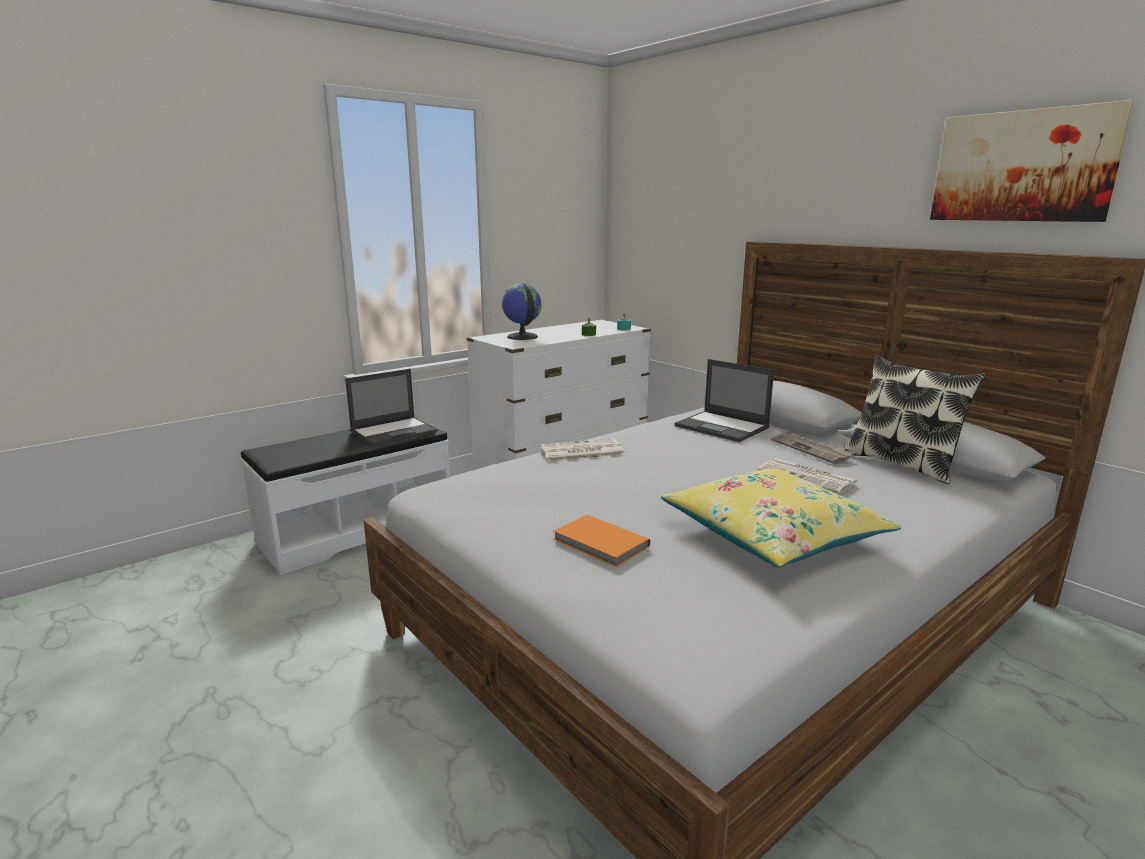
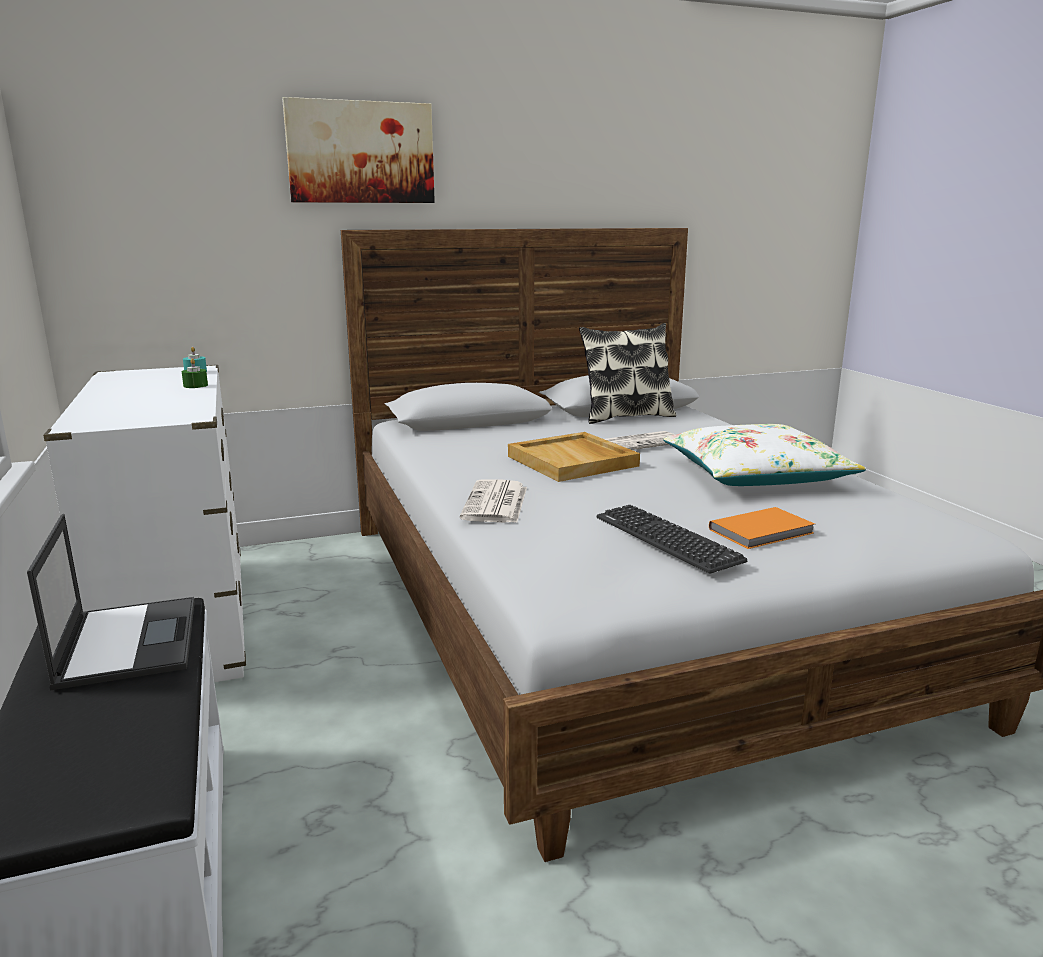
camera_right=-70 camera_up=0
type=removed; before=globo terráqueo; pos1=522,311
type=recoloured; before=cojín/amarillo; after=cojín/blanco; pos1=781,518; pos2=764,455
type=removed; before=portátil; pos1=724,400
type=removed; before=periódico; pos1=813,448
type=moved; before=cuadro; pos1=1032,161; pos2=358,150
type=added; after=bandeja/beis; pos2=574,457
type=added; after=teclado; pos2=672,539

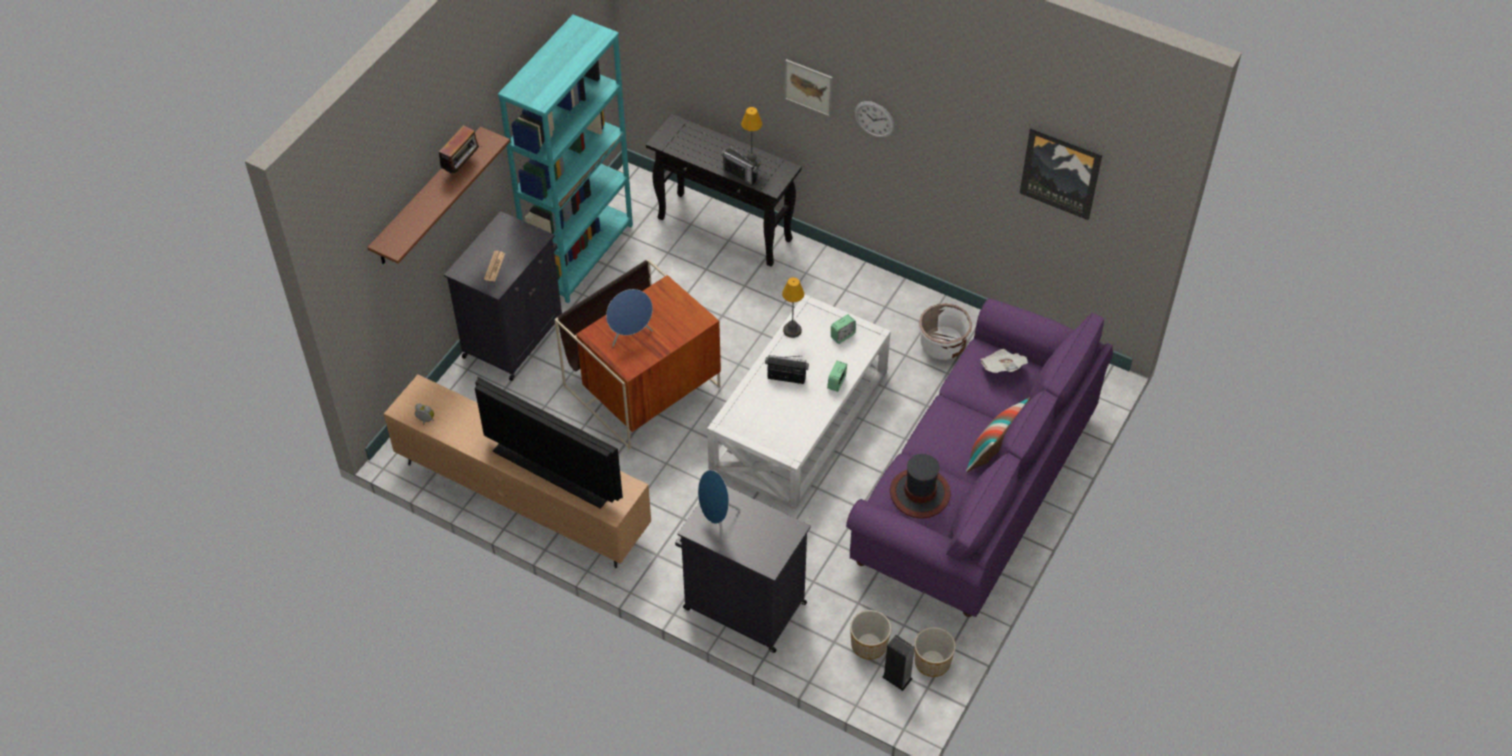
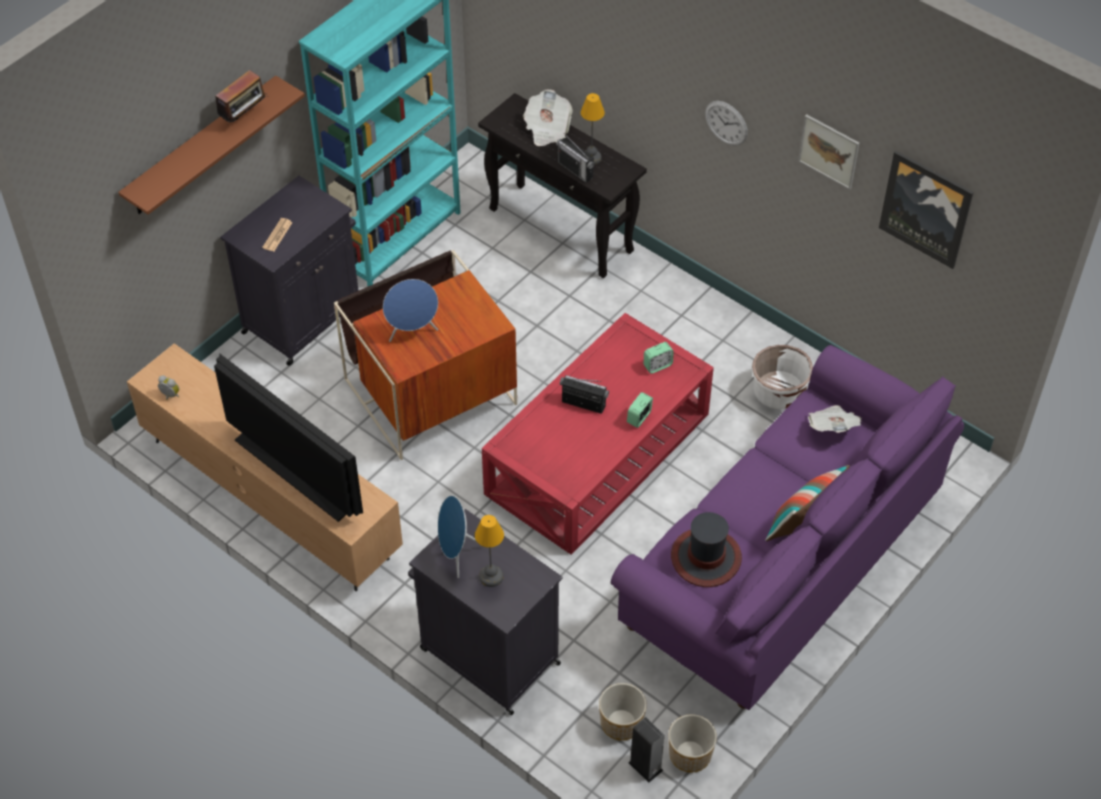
camera_right=10 camera_up=0
type=recoloured; before=mesa de centro/blanco; after=mesa de centro/rojo; pos1=799,401; pos2=598,434
type=moved; before=lámpara de mesa; pos1=793,307; pos2=489,551
type=moved; before=cuadro; pos1=809,88; pos2=829,152
type=added; after=periódico; pos2=548,118

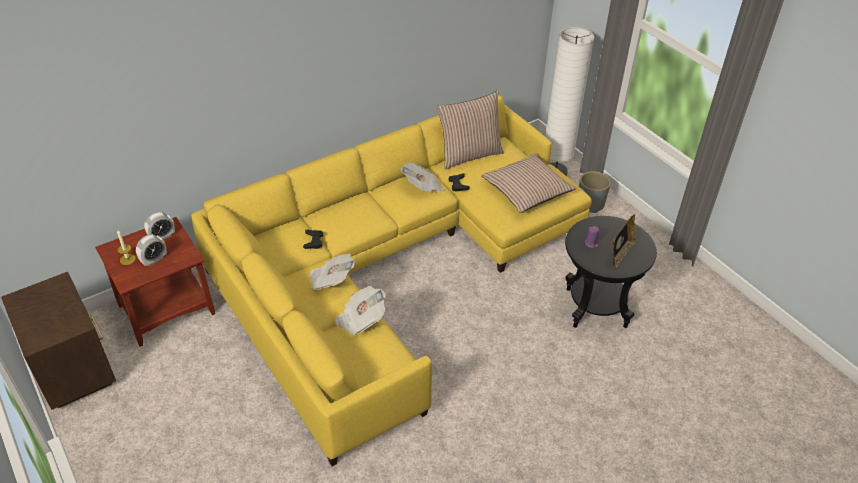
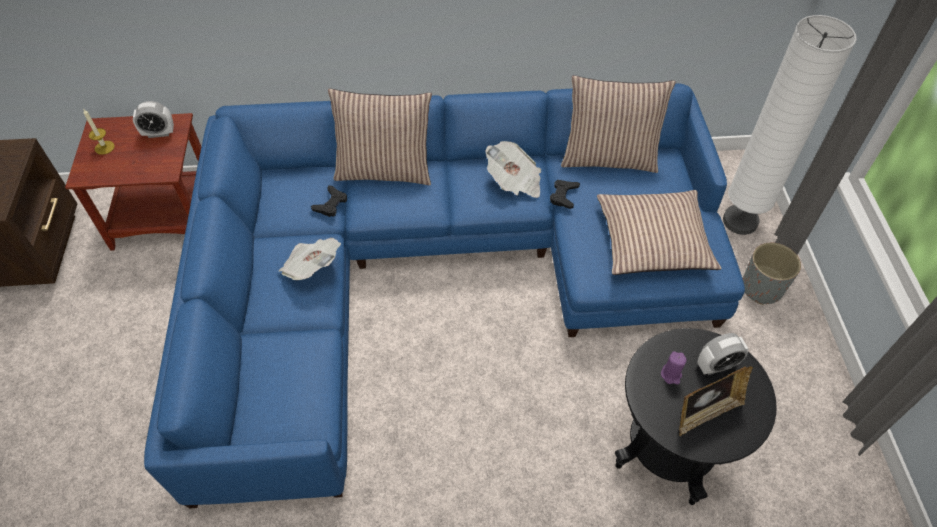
camera_right=30 camera_up=10
type=moved; before=despertador; pos1=151,250; pos2=723,354
type=recoloured; before=sofá/amarillo; after=sofá/azul; pos1=391,280; pos2=444,295
type=removed; before=periódico; pos1=360,311
type=added; after=cojín; pos2=380,136

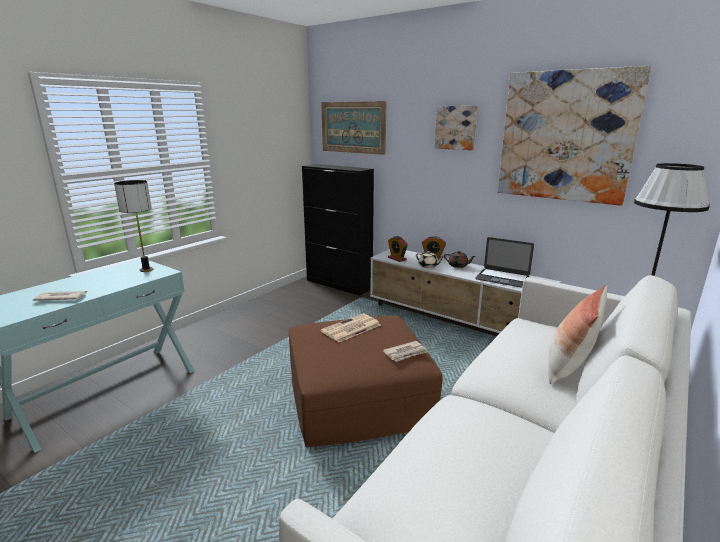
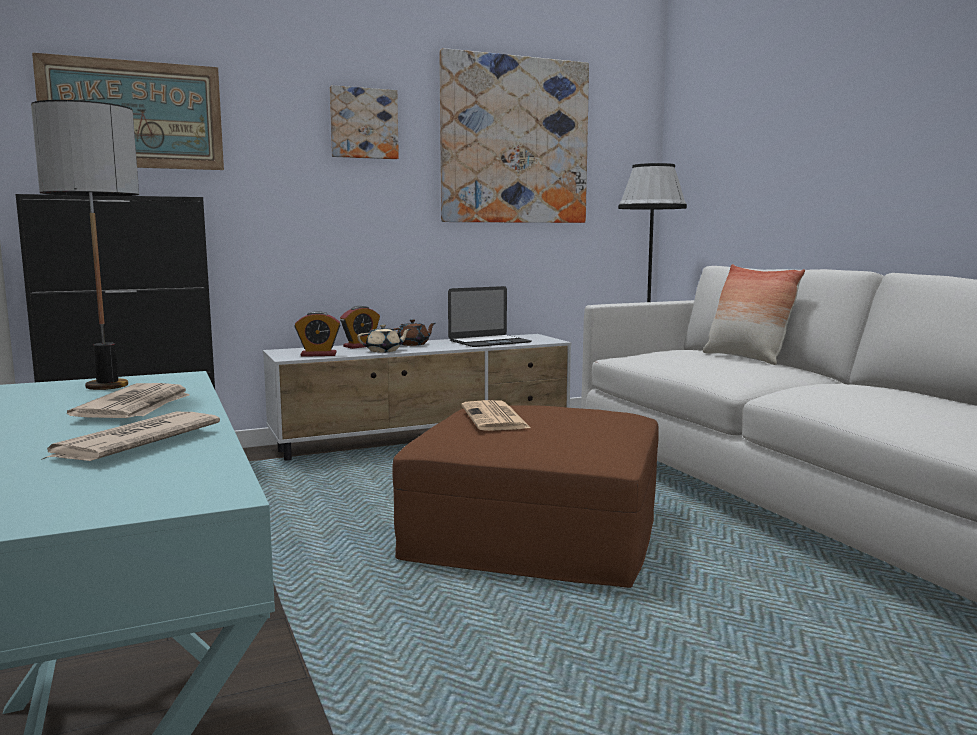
camera_right=-60 camera_up=-10
type=moved; before=periódico; pos1=405,351; pos2=128,400

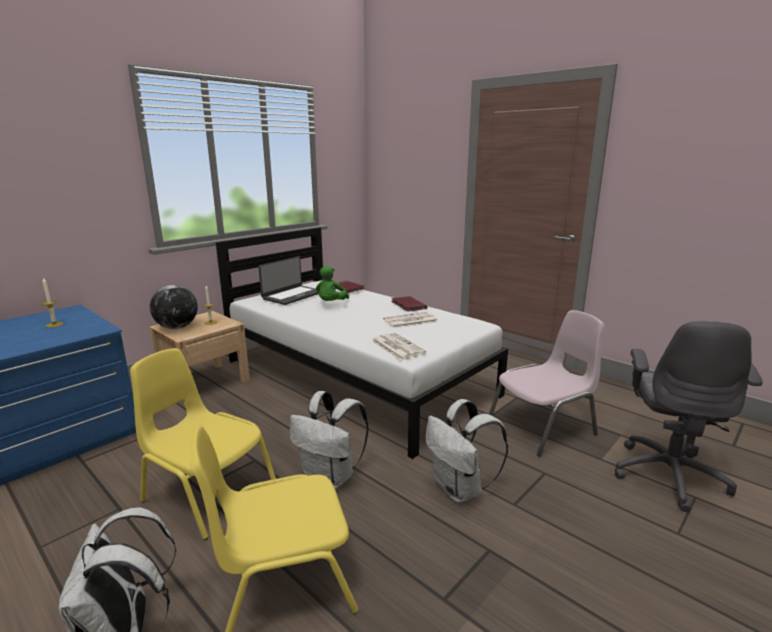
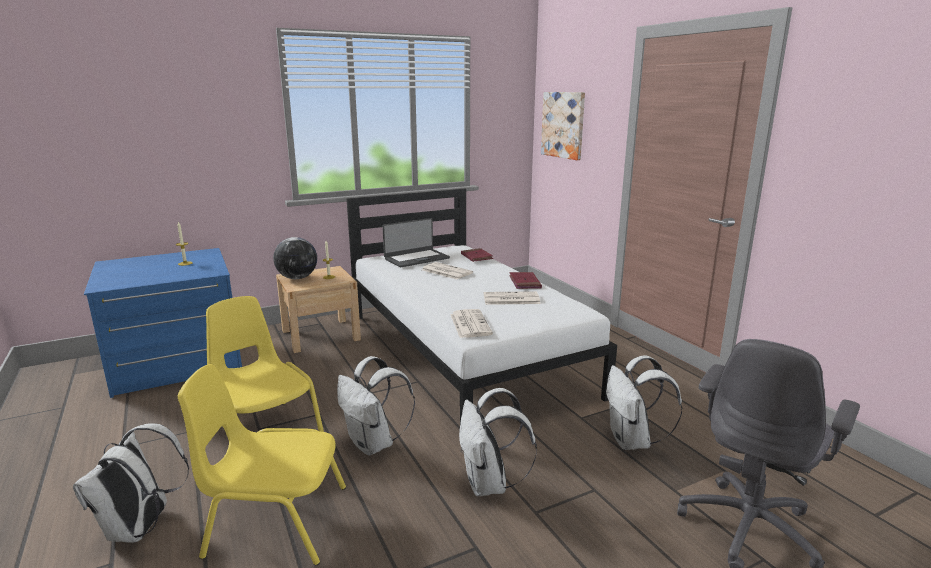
camera_right=20 camera_up=0
type=replaced; before=peluche/verde; after=periódico; pos1=332,283; pos2=447,271
type=replaced; before=silla/rosa; after=mochila/blanco; pos1=546,383; pos2=644,402
type=added; after=cuadro; pos2=563,126

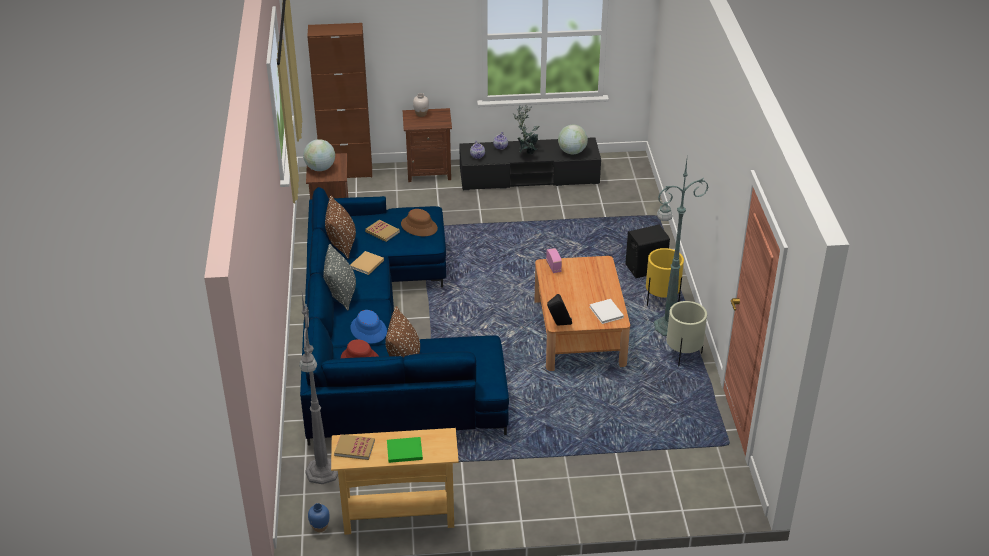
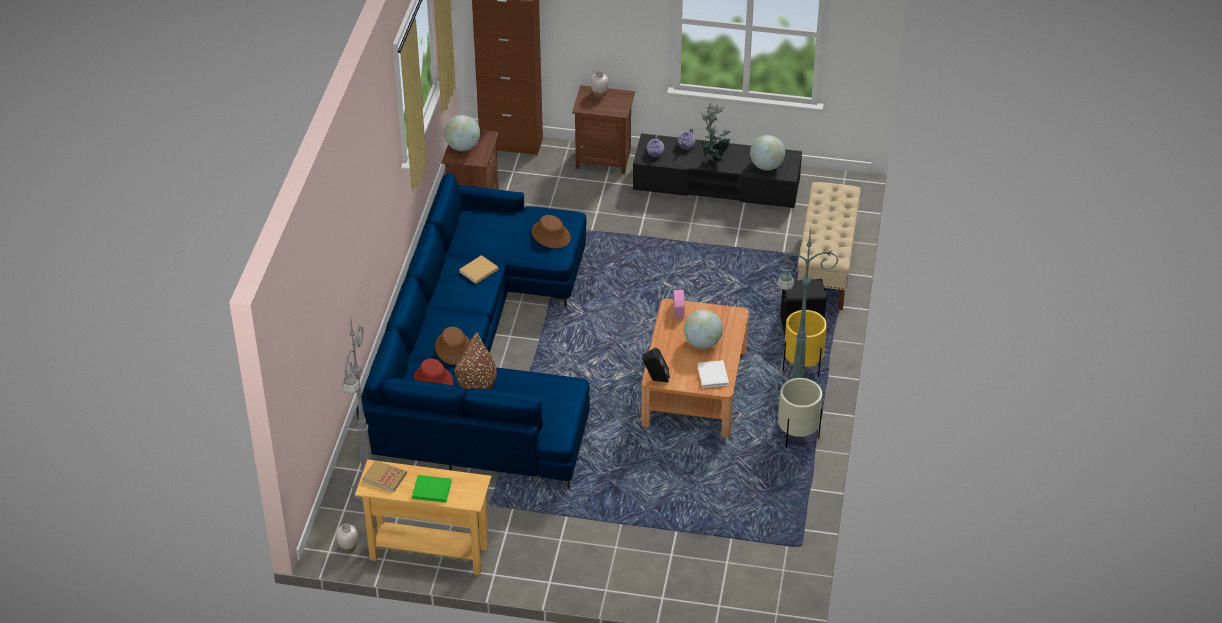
camera_right=15 camera_up=5
type=recoloured; before=florero/azul; after=florero/blanco; pos1=319,517; pos2=347,538
type=removed; before=cojín/gris; pos1=339,277
type=removed; before=cojín/marrón; pos1=340,227
type=recoloured; before=sombrero/azul; after=sombrero/marrón; pos1=368,326; pos2=452,346
type=removed; before=libro; pos1=382,231
type=added; after=globo terráqueo; pos2=703,329
type=added; after=banco/beis; pos2=829,246

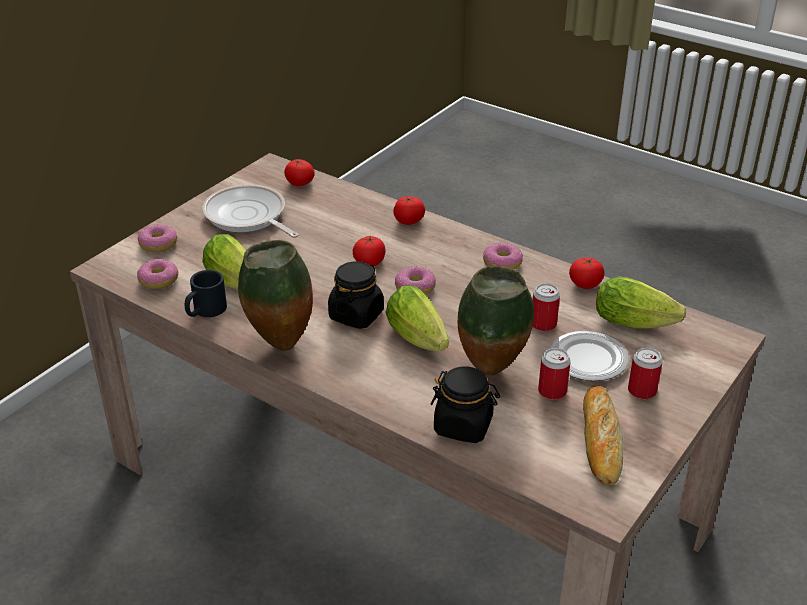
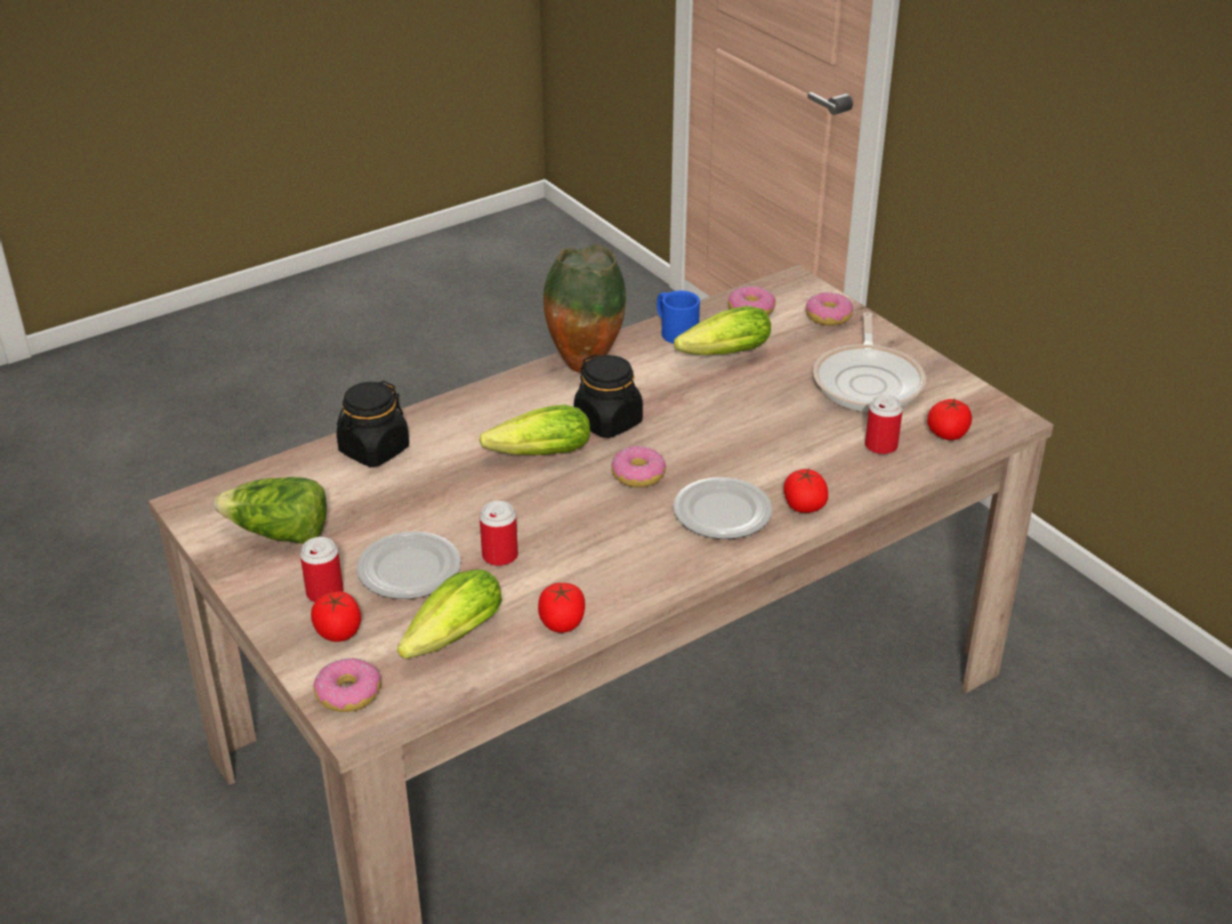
camera_right=110 camera_up=0
type=recoloured; before=taza grande/negro; after=taza grande/azul; pos1=206,293; pos2=678,317
type=turned; before=sartén; pos1=250,211; pos2=869,362; turn=120
type=moved; before=tomate; pos1=369,251; pos2=336,616
type=removed; before=florero; pos1=496,321
type=moved; before=rosquilla; pos1=503,255; pos2=347,685
type=moved; before=lata; pos1=554,374; pos2=884,425
type=replaced; before=pan; after=lechuga; pos1=603,436; pos2=270,510
type=added; after=plato; pos2=723,508

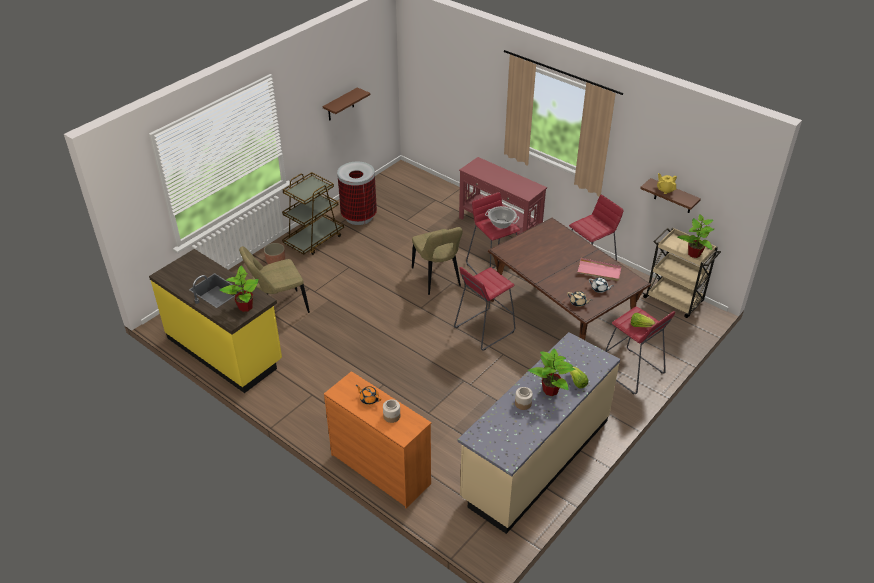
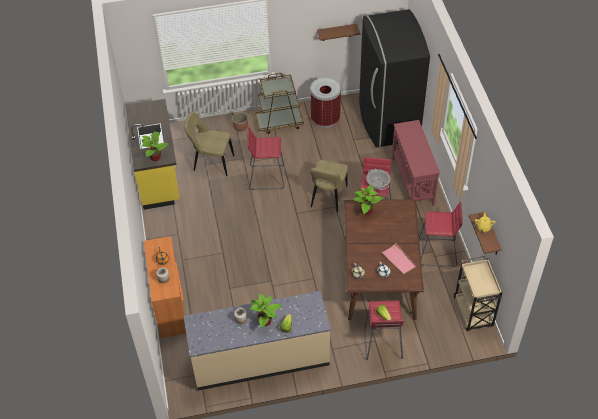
camera_right=40 camera_up=10
type=moved; before=taburete/rojo; pos1=484,308; pos2=265,158
type=moved; before=planta en maceta; pos1=695,236; pos2=368,200
type=added; after=nevera/negro; pos2=394,78

